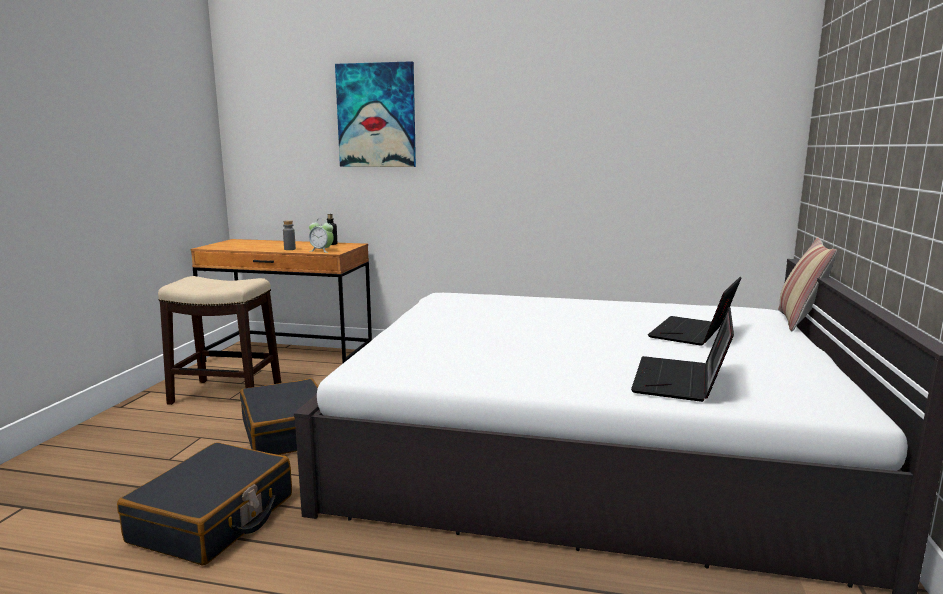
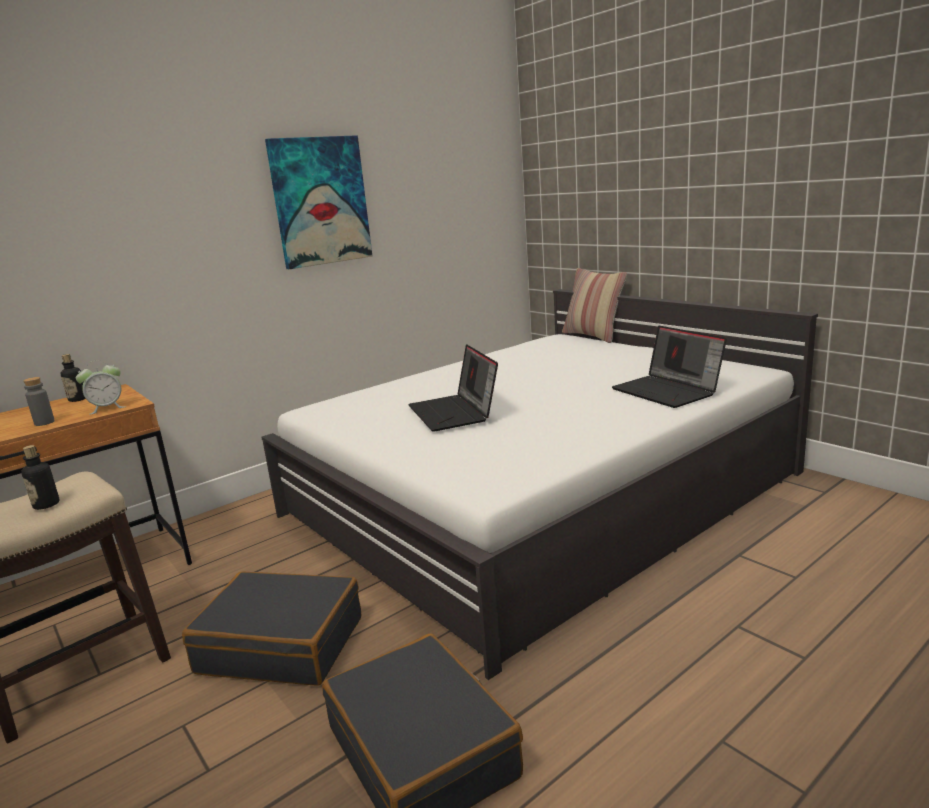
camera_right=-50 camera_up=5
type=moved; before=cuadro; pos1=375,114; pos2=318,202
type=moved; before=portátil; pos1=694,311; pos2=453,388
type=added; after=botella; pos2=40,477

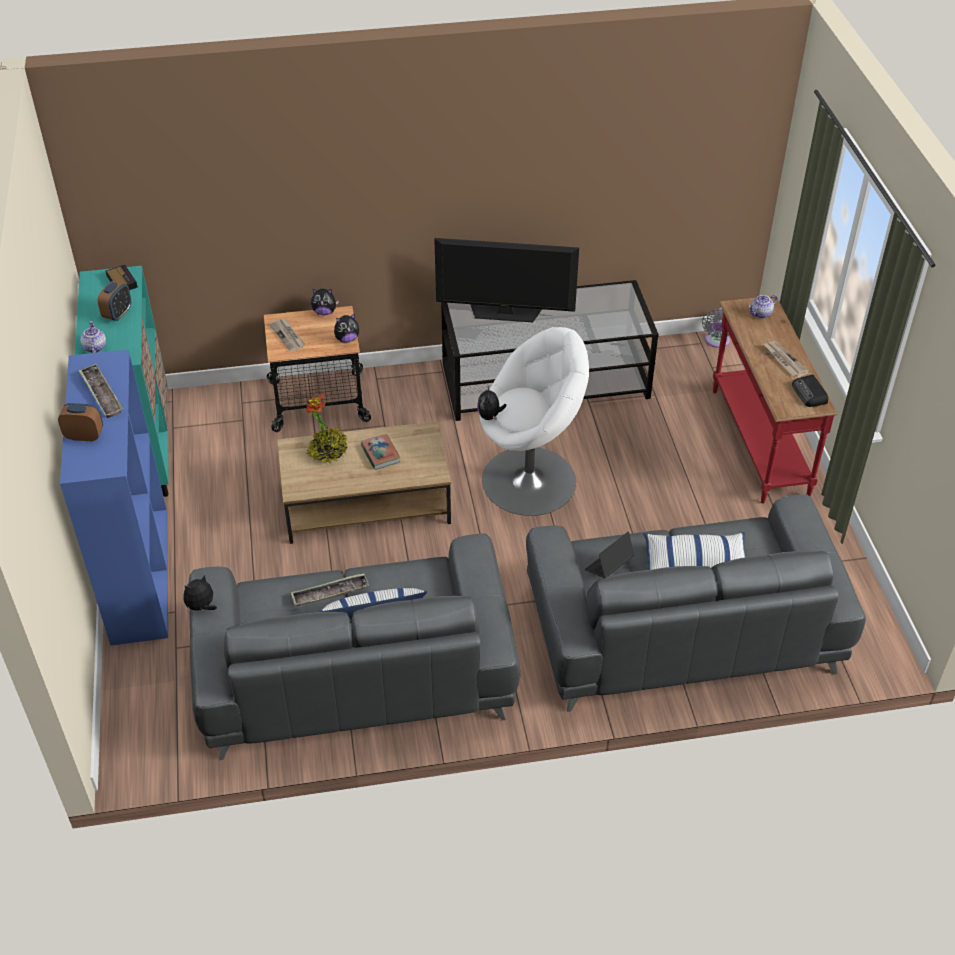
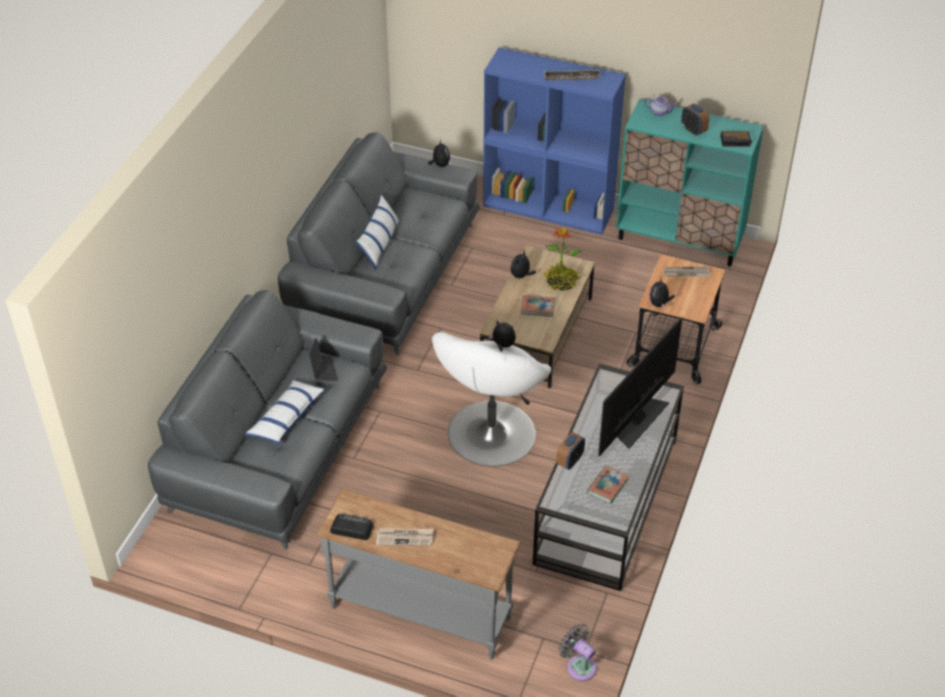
camera_right=120 camera_up=0
type=moved; before=despertador; pos1=80,422; pos2=570,451
type=removed; before=bandeja; pos1=330,589
type=moved; before=peluche; pos1=325,302; pos2=523,265
type=recoloured; before=mesa consola/rojo; after=mesa consola/gris; pos1=775,400; pos2=418,574
type=removed; before=tetera; pos1=763,306
type=added; after=libro; pos2=608,485

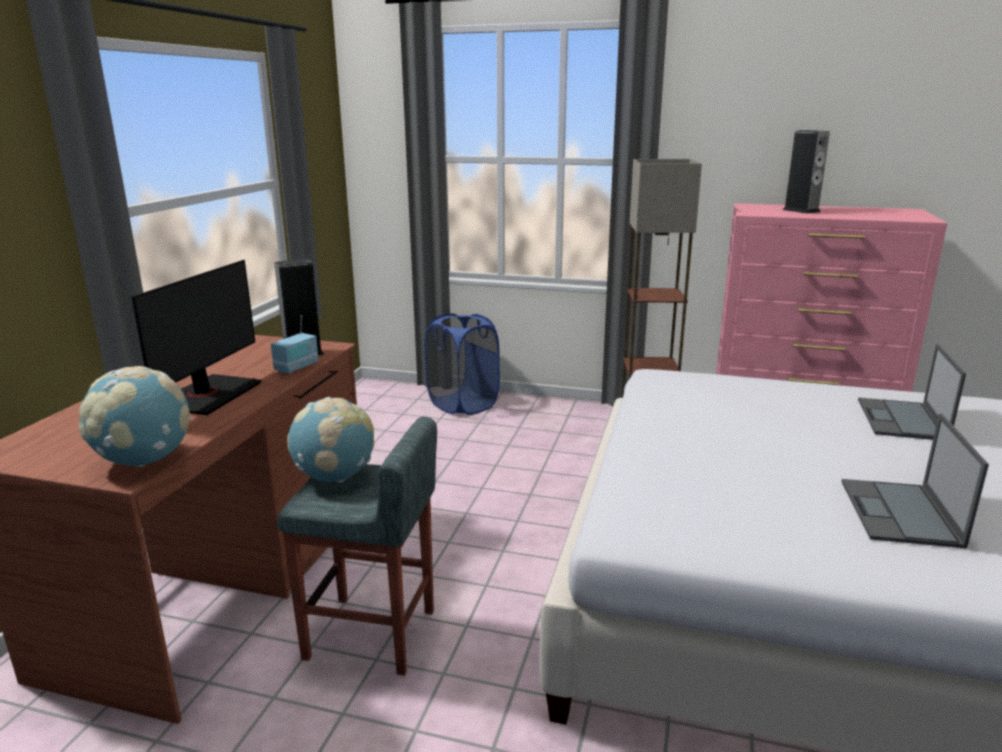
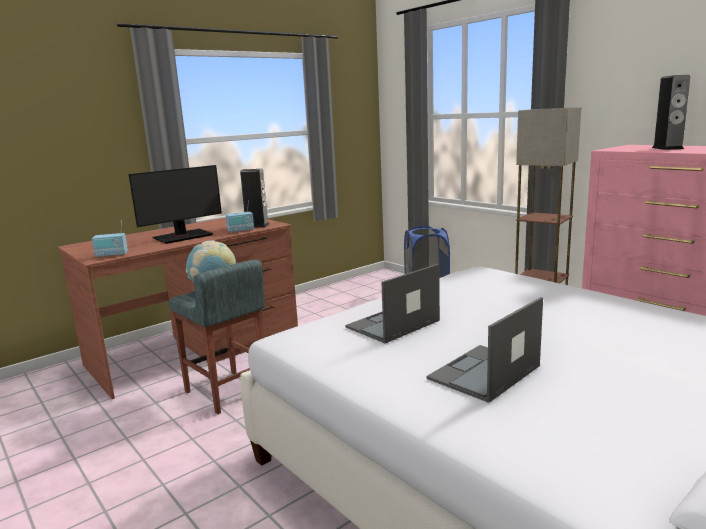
camera_right=35 camera_up=-5
type=replaced; before=globo terráqueo; after=radio; pos1=134,416; pos2=110,239
type=moved; before=portátil; pos1=912,392; pos2=392,303

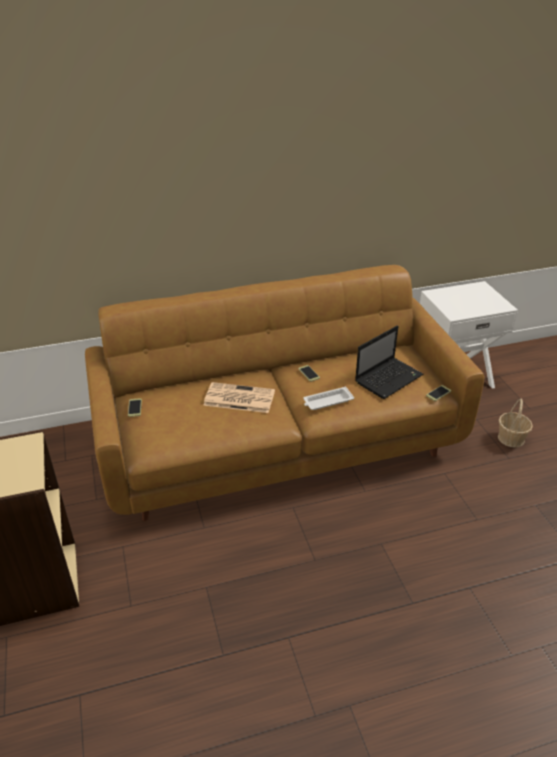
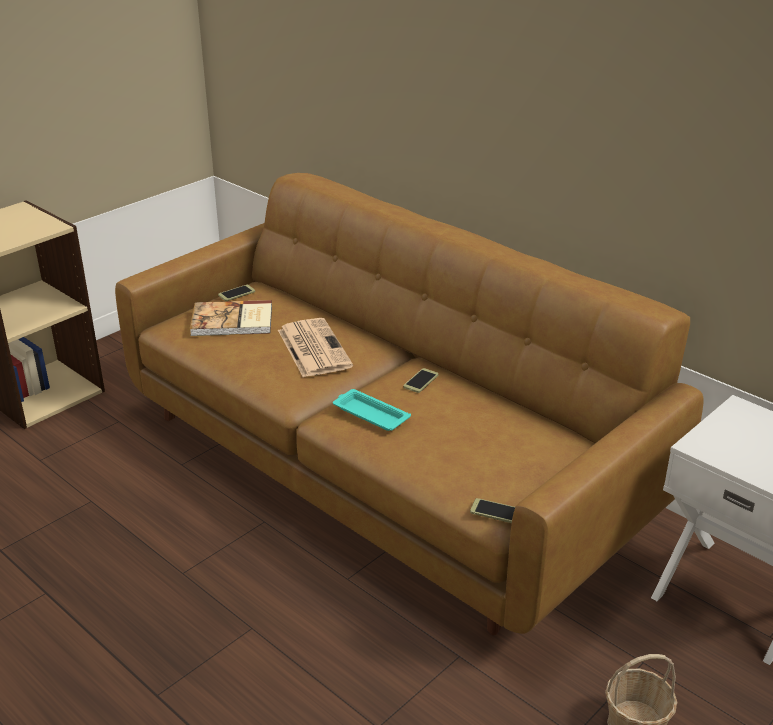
camera_right=60 camera_up=-5
type=recoloured; before=bandeja/blanco; after=bandeja/turquesa; pos1=328,398; pos2=372,410
type=removed; before=portátil; pos1=389,362
type=added; after=libro; pos2=231,318

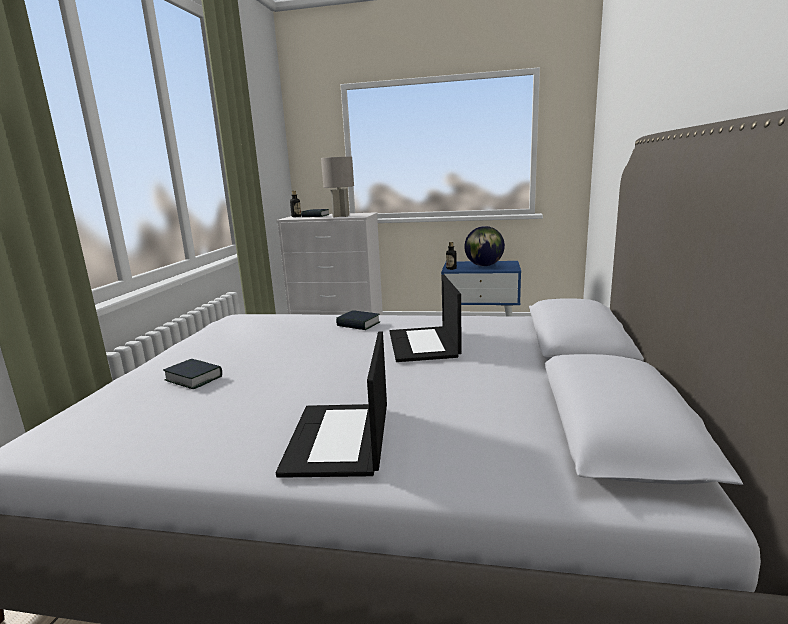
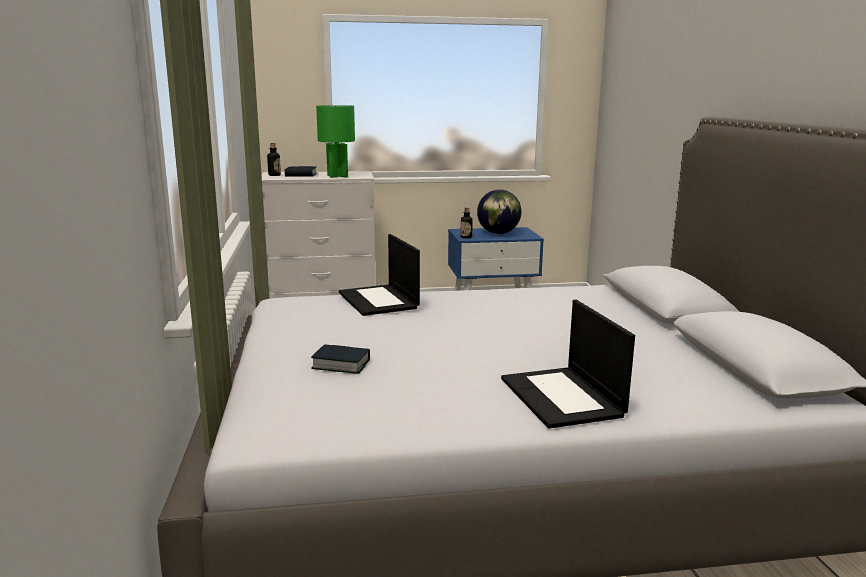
camera_right=-20 camera_up=0
type=recoloured; before=lámpara de mesa/gris; after=lámpara de mesa/verde; pos1=337,187; pos2=335,141
type=removed; before=libro; pos1=358,320
type=moved; before=portátil; pos1=426,318; pos2=379,275

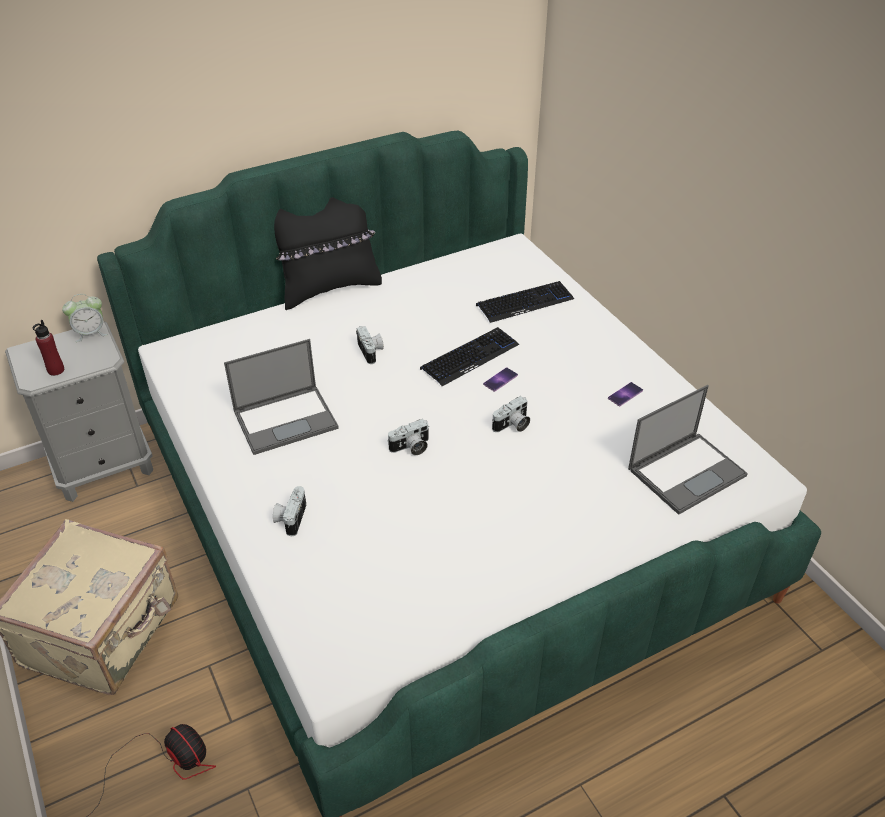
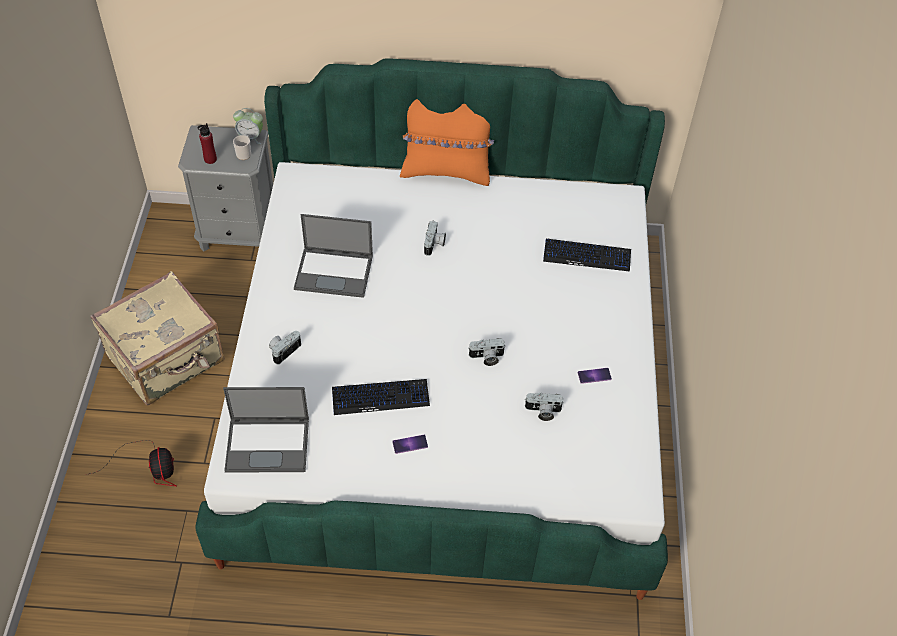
camera_right=30 camera_up=10
type=recoloured; before=cojín/negro; after=cojín/naranja; pos1=328,253; pos2=447,142
type=moved; before=cámara; pos1=408,437; pos2=544,407
type=moved; before=teclado; pos1=469,356; pos2=381,397
type=moved; before=móvil; pos1=500,379; pos2=410,444
type=moved; before=portátil; pos1=688,450; pos2=266,430
type=added; after=taza grande; pos2=242,147

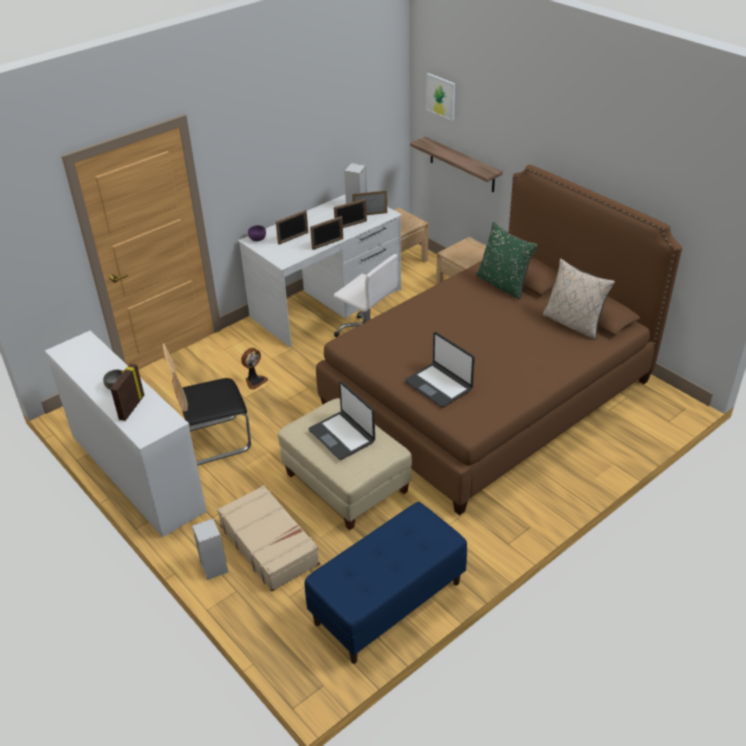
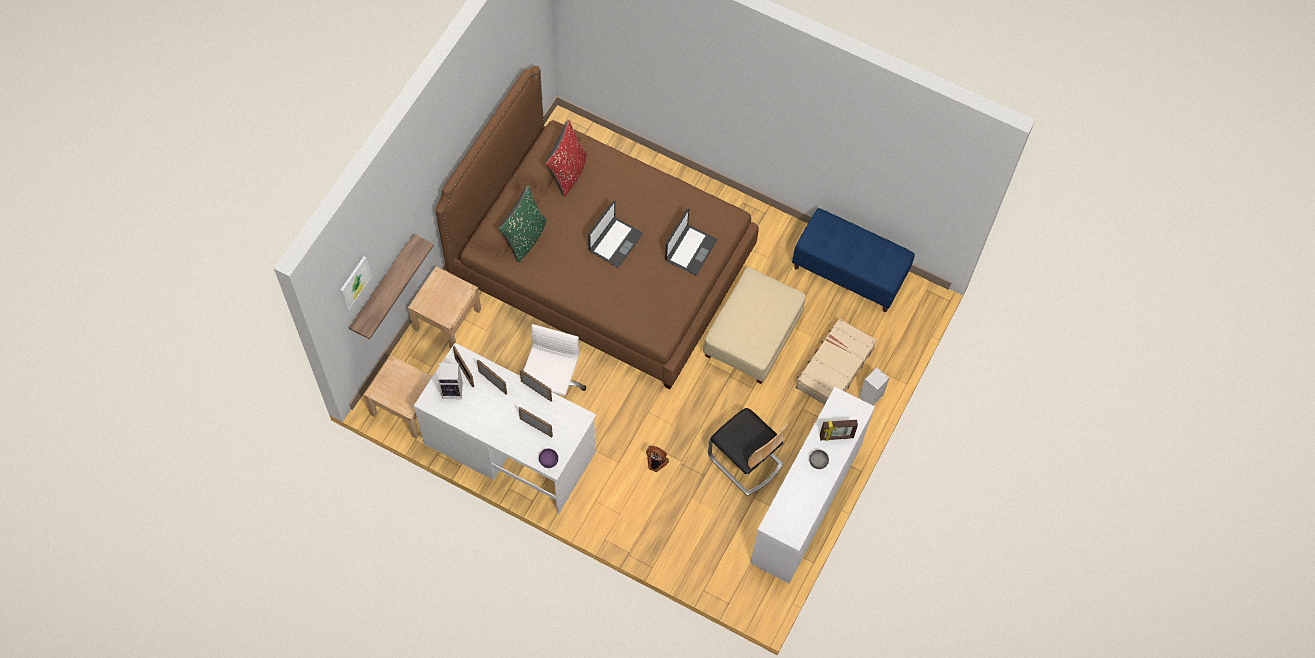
camera_right=-115 camera_up=25
type=moved; before=portátil; pos1=341,420; pos2=615,234
type=recoloured; before=cojín/beis; after=cojín/rojo; pos1=579,298; pos2=566,158

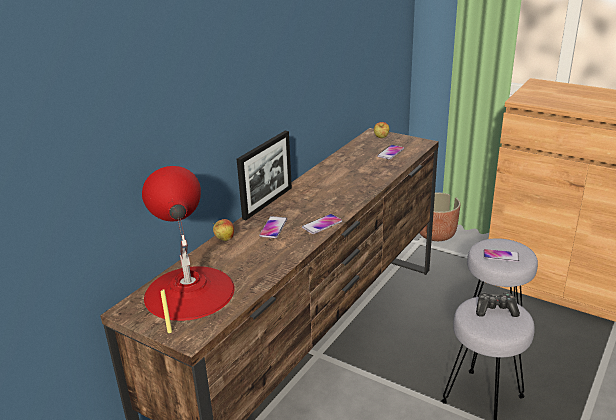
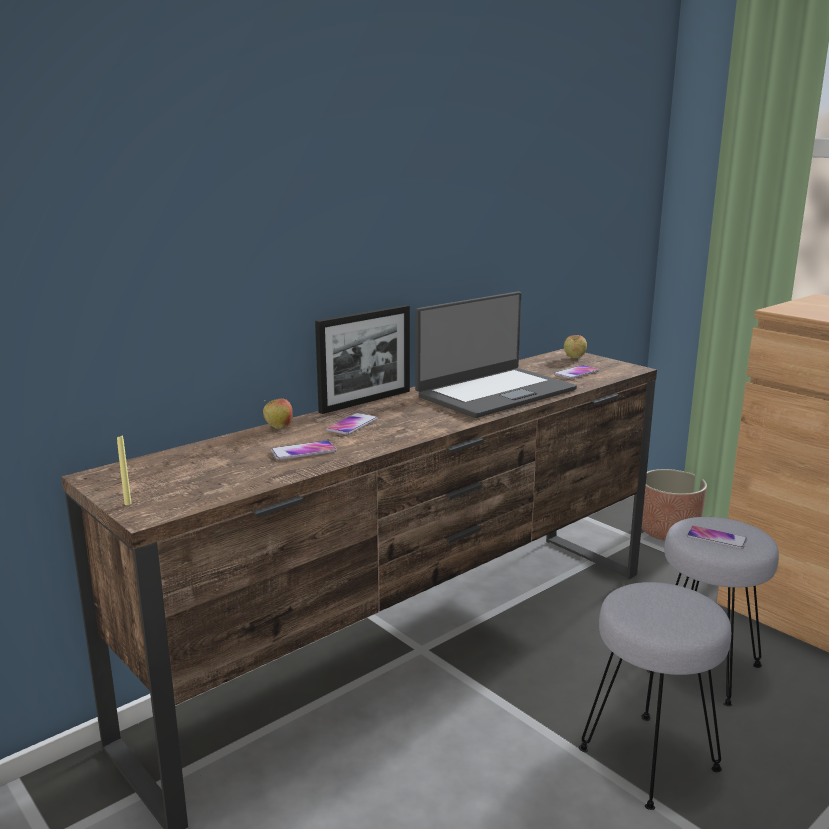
camera_right=15 camera_up=-10
type=removed; before=lámpara de mesa/rojo; pos1=188,243
type=moved; before=móvil; pos1=322,224; pos2=304,450
type=removed; before=mando de consola; pos1=498,304
type=added; after=portátil; pos2=496,355

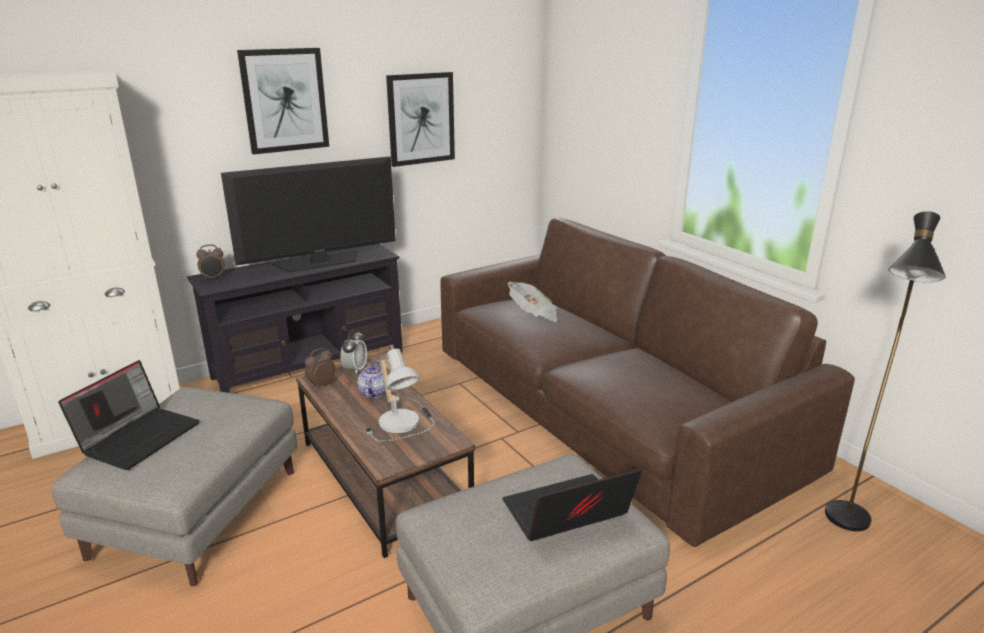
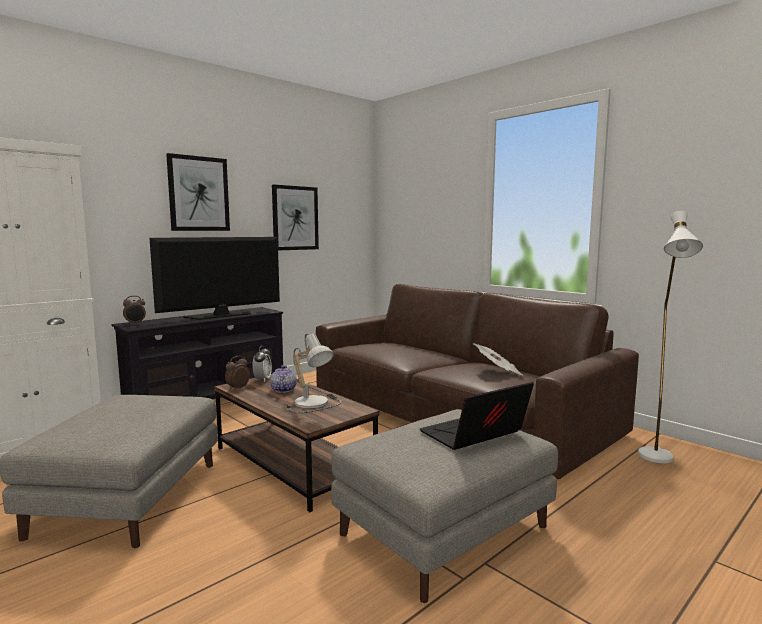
camera_right=-10 camera_up=-15
type=removed; before=portátil; pos1=129,415
type=moved; before=periódico; pos1=532,302; pos2=498,359
type=recoloured; before=lámpara de pie/negro; after=lámpara de pie/blanco; pos1=885,371; pos2=670,337

